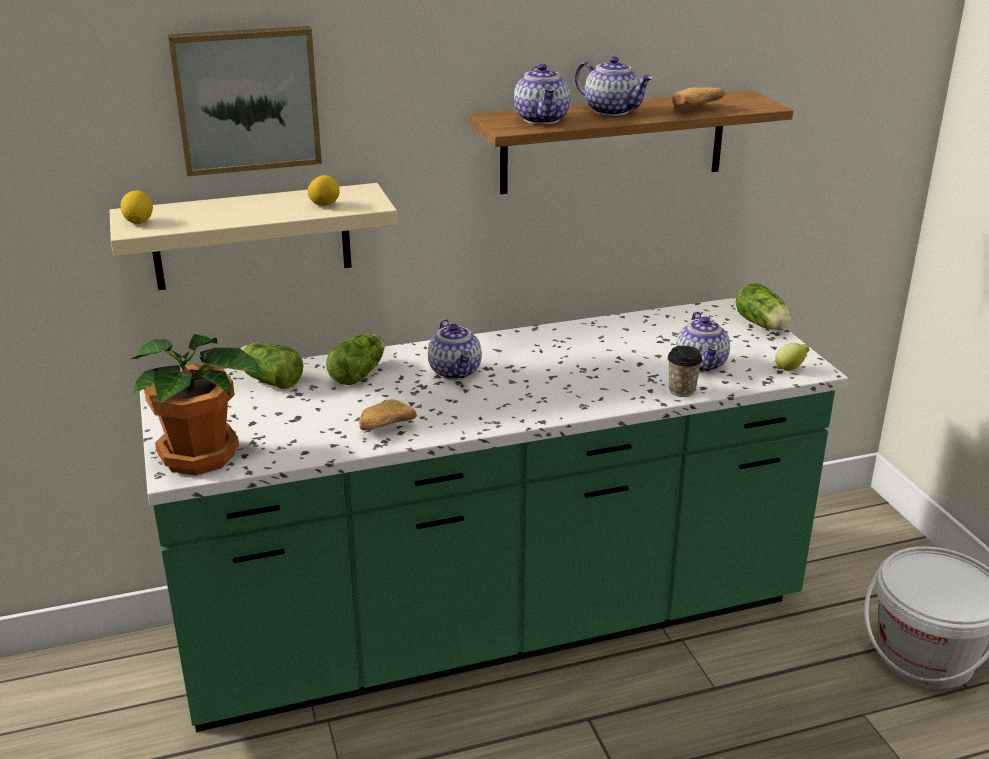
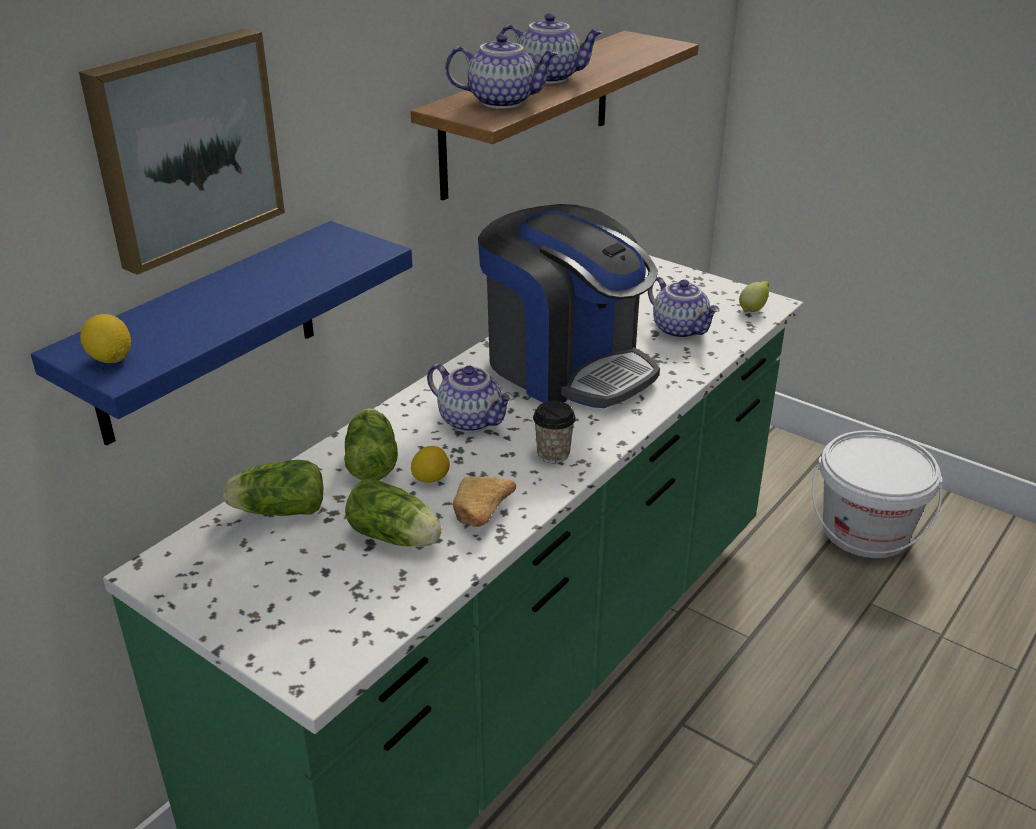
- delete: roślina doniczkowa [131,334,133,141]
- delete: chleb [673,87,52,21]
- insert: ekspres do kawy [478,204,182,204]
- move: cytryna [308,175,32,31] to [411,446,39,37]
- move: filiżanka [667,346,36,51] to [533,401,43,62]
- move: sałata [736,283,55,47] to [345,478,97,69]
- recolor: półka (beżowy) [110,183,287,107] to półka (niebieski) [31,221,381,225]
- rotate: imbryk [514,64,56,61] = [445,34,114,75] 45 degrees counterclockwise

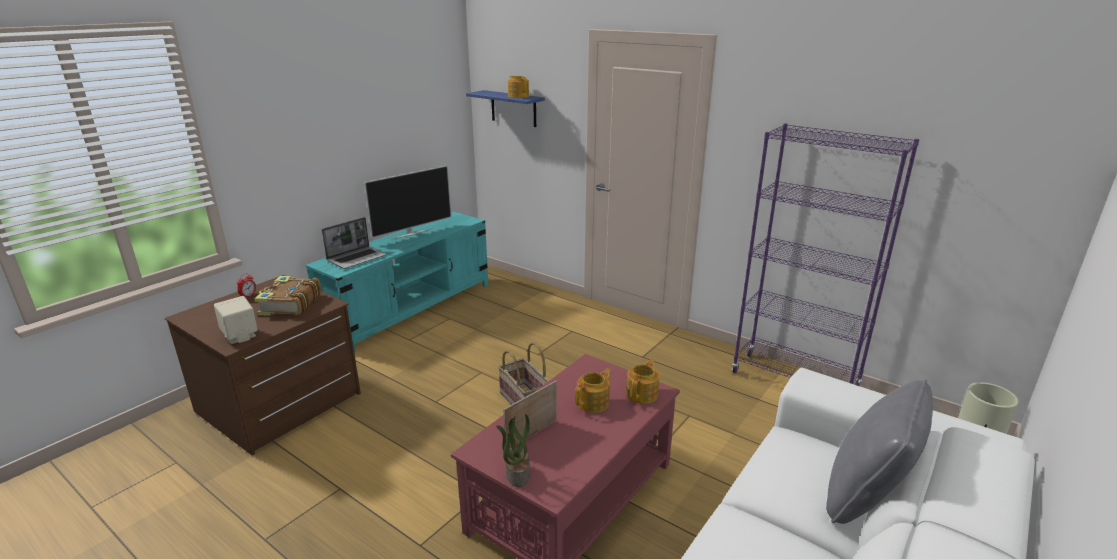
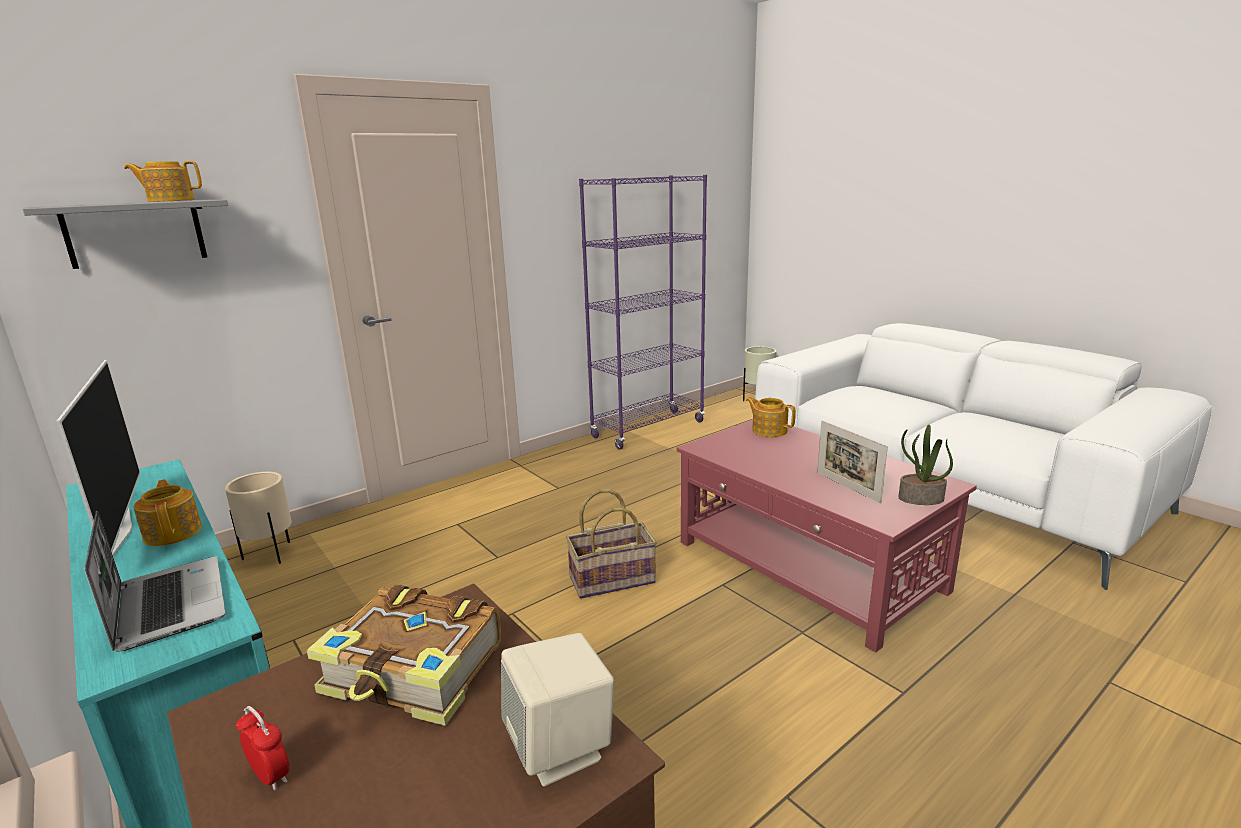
- delete: poduszka (szary) [826,379,107,145]
- insert: donica (beżowy) [225,472,67,92]
- move: imbryk [575,368,37,45] to [133,479,69,67]
- recolor: półka (niebieski) [466,90,79,37] to półka (szary) [22,199,206,70]

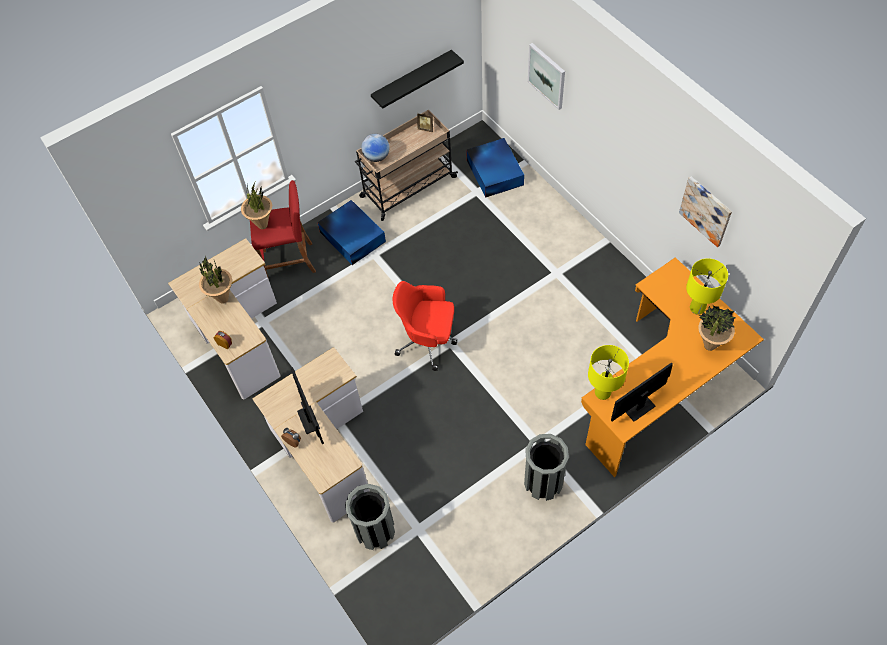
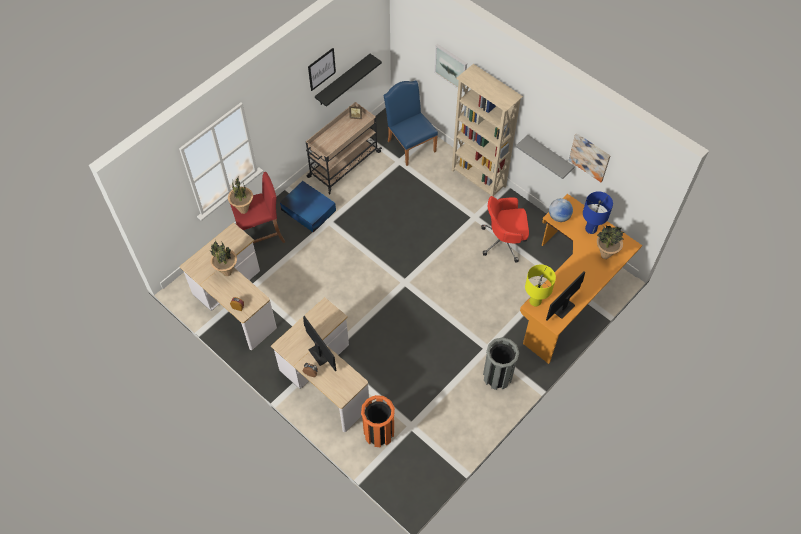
- insert: obraz [308,48,28,43]
- insert: regał (beżowy) [452,64,71,133]
- insert: półka (szary) [516,135,59,44]
- move: globus [361,133,29,29] to [549,198,24,24]
- move: krzesło biurowe (czerwony) [393,281,64,90] to [481,196,48,66]
- replace: pojemnik do przechowywania (niebieski) [466,138,58,60] to krzesło (niebieski) [383,81,55,85]
- recolor: kosz na śmieci (szary) [345,484,50,66] to kosz na śmieci (pomarańczowy) [361,395,34,52]
- recolor: lampa stołowa (żółty) [686,258,42,57] to lampa stołowa (niebieski) [583,191,30,43]

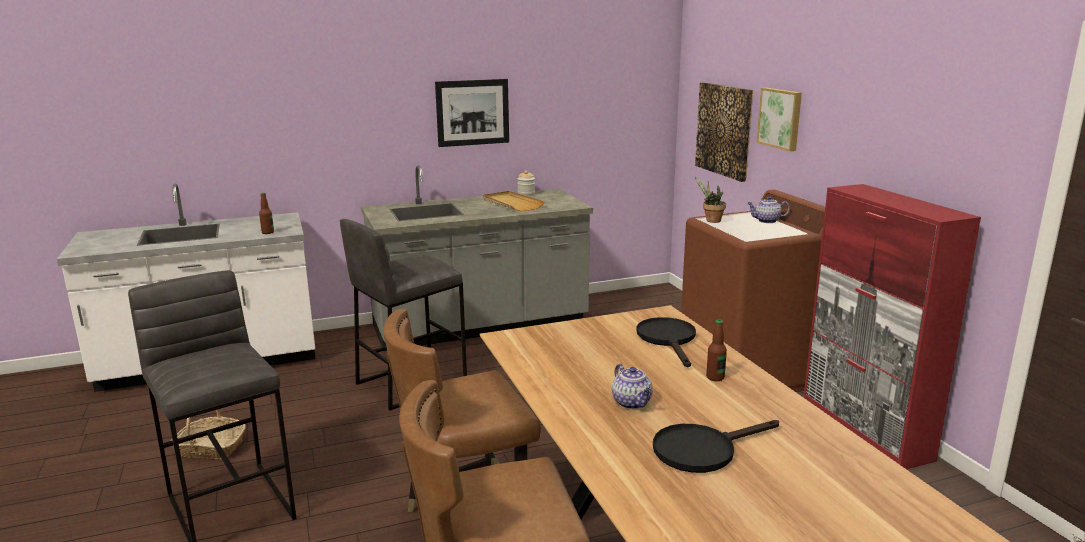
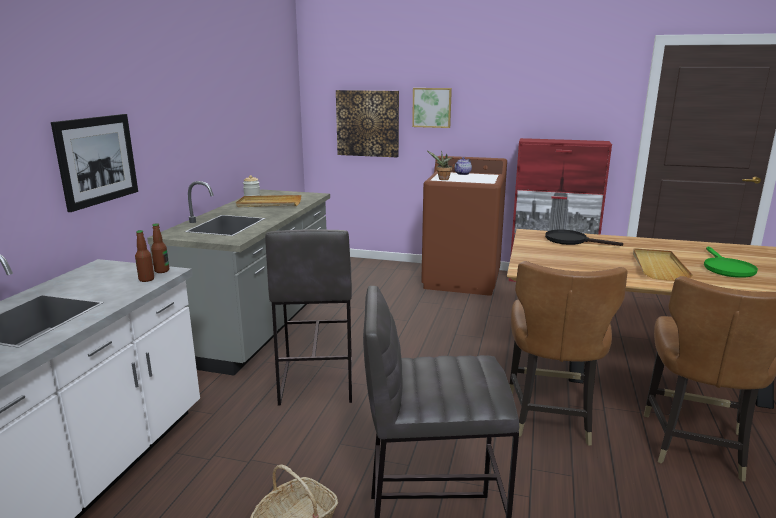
- move: obraz [435,79,74,68] to [51,114,87,98]
- move: butelka [706,319,21,62] to [151,223,18,50]
- replace: imbryk [612,364,41,45] to taca (beżowy) [633,248,60,33]
- recolor: patelnia (czarny) [653,420,126,53] to patelnia (zielony) [704,246,54,32]

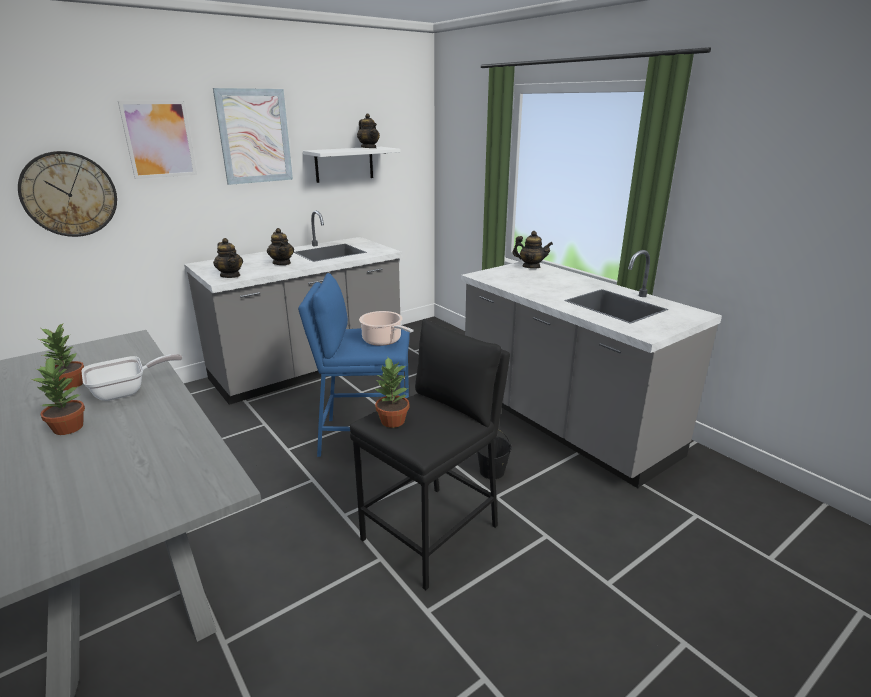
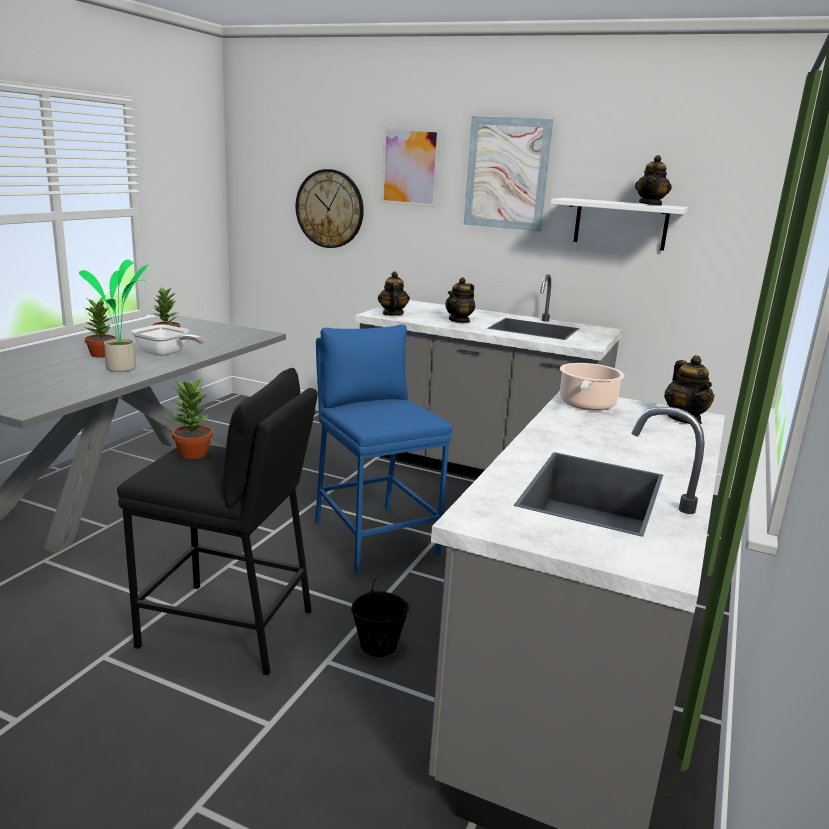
- insert: roślina doniczkowa [79,260,70,112]
- move: garnek [359,311,54,35] to [560,363,65,47]
- rotate: imbryk [213,238,30,40] = [378,271,32,45] 150 degrees clockwise

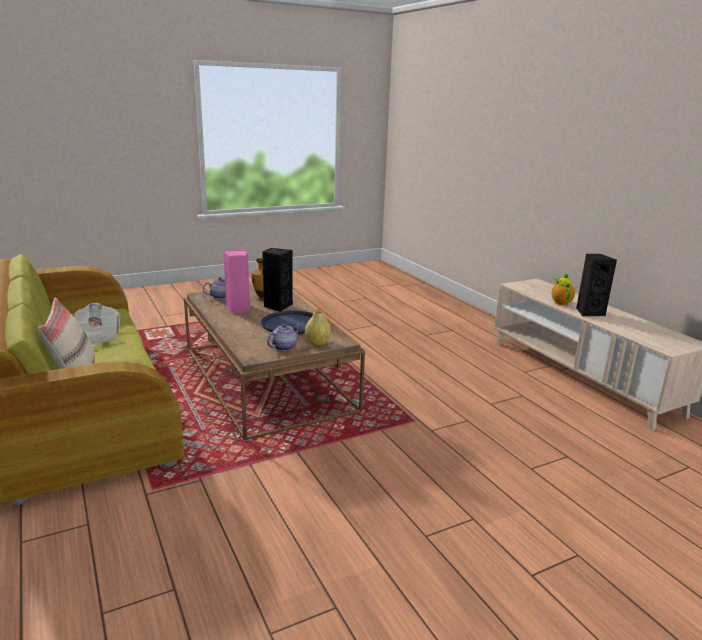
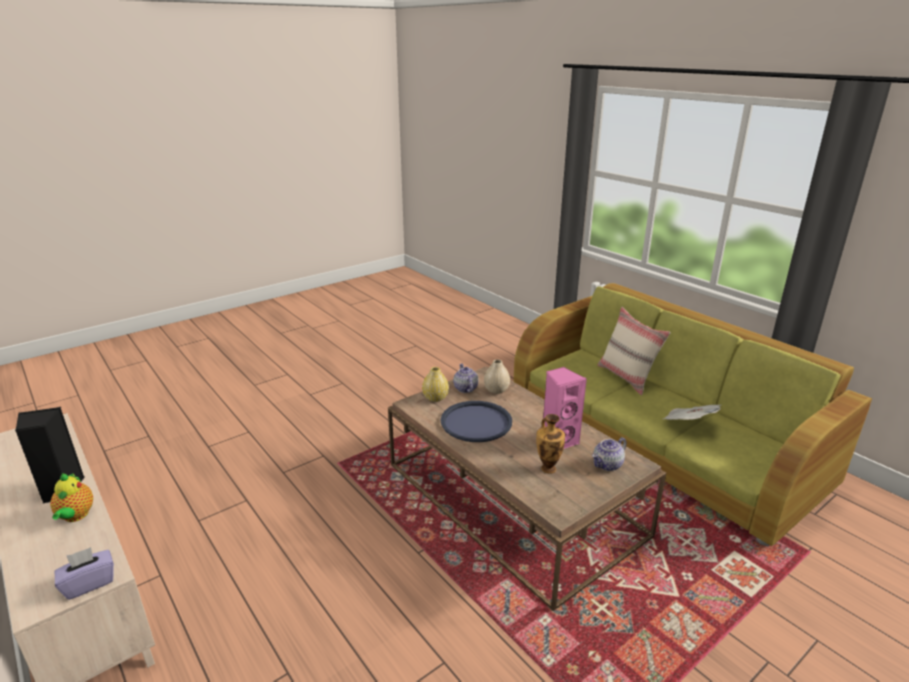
- delete: głośnik (czarny) [262,248,31,64]
- insert: pudełko chusteczek (fioletowy) [55,547,59,53]
- insert: wazon (beżowy) [484,359,26,35]
- rotate: imbryk [267,324,33,27] = [453,364,25,29] 135 degrees clockwise

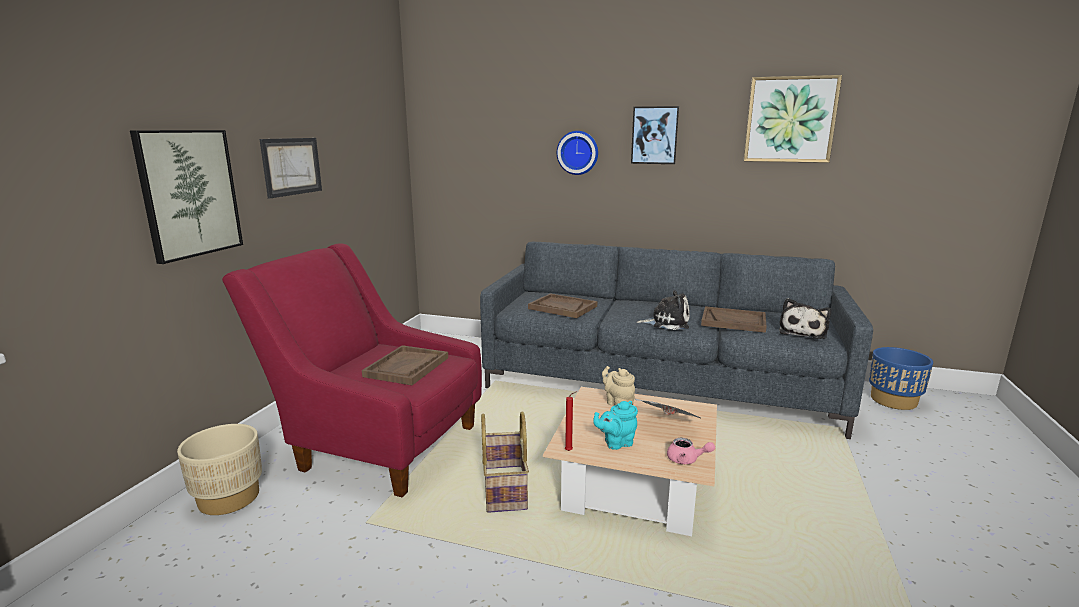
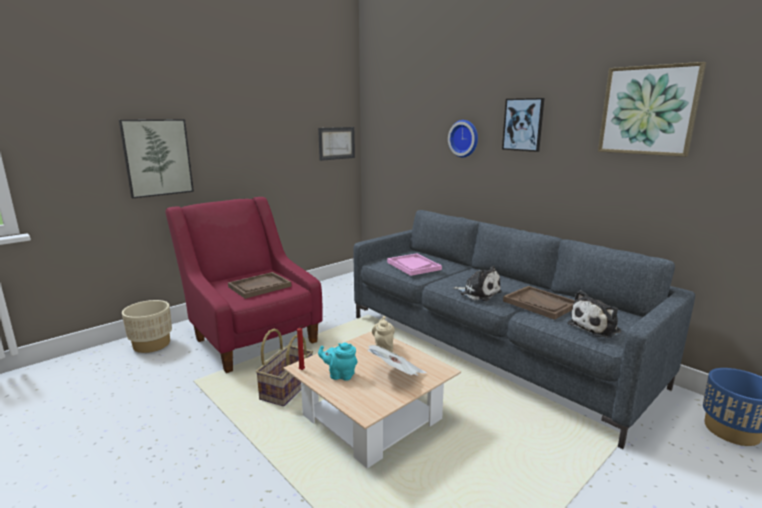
- delete: imbryk (różowy) [667,438,48,26]
- move: obraz [259,138,63,60] to [318,127,37,34]
- recolor: taca (brązowy) [528,293,69,25] to taca (różowy) [387,253,55,23]

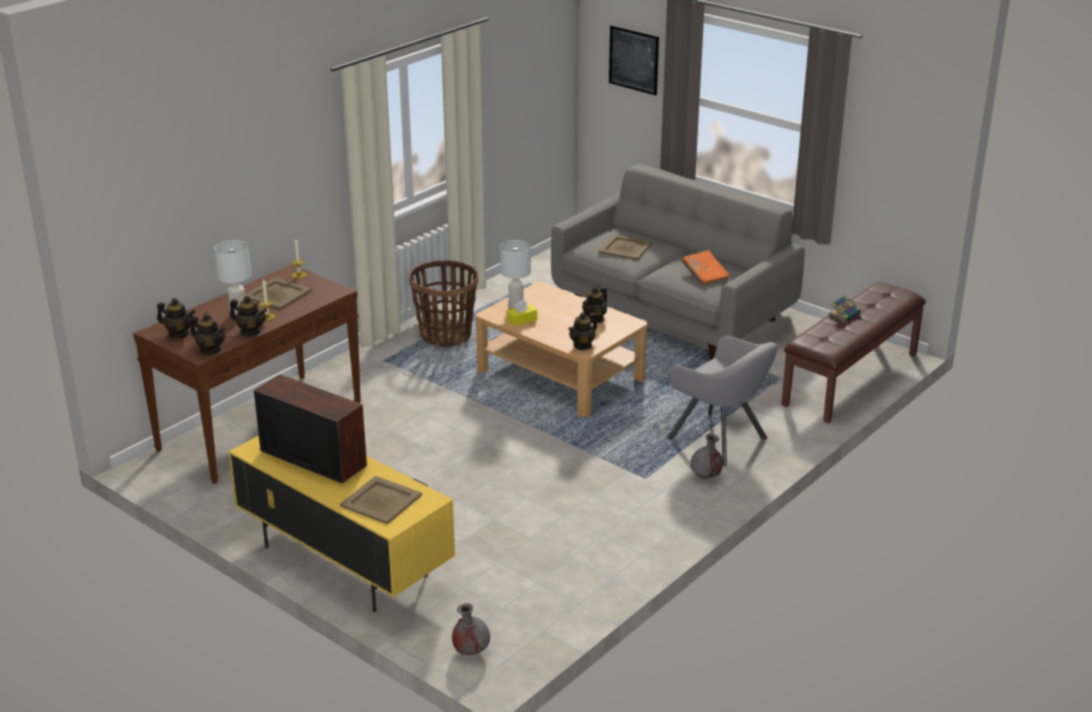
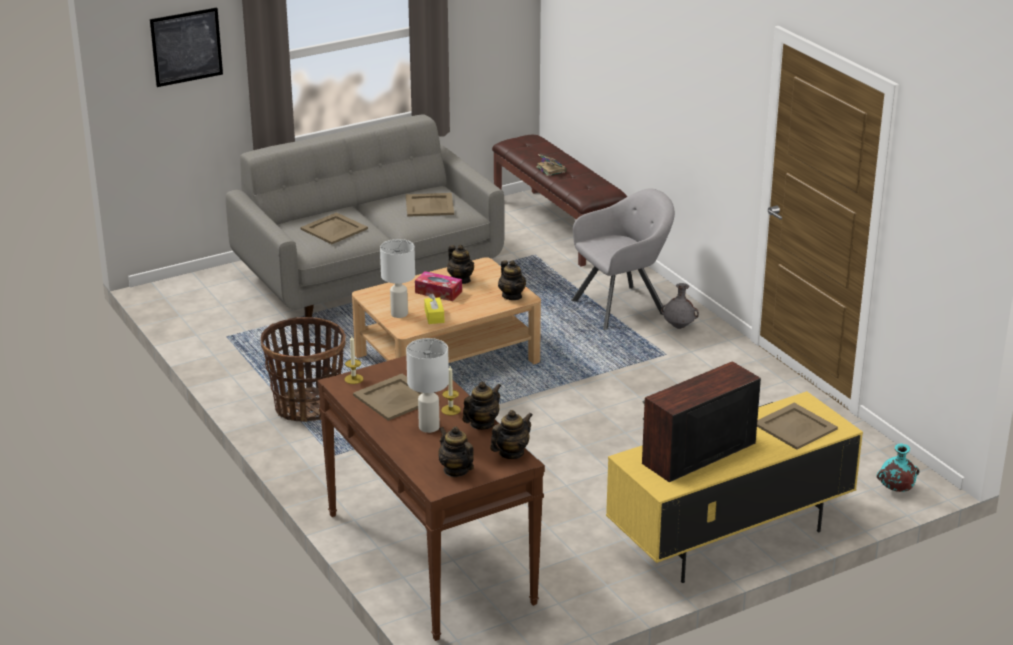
- insert: pudełko chusteczek [415,271,47,30]
- replace: książka (pomarańczowy) [682,250,48,36] to taca (beżowy) [406,193,48,24]
- recolor: wazon (szary) [452,603,38,52] to wazon (turkusowy) [877,443,43,49]
- rotate: imbryk [157,298,39,40] = [438,426,36,51] 75 degrees counterclockwise

